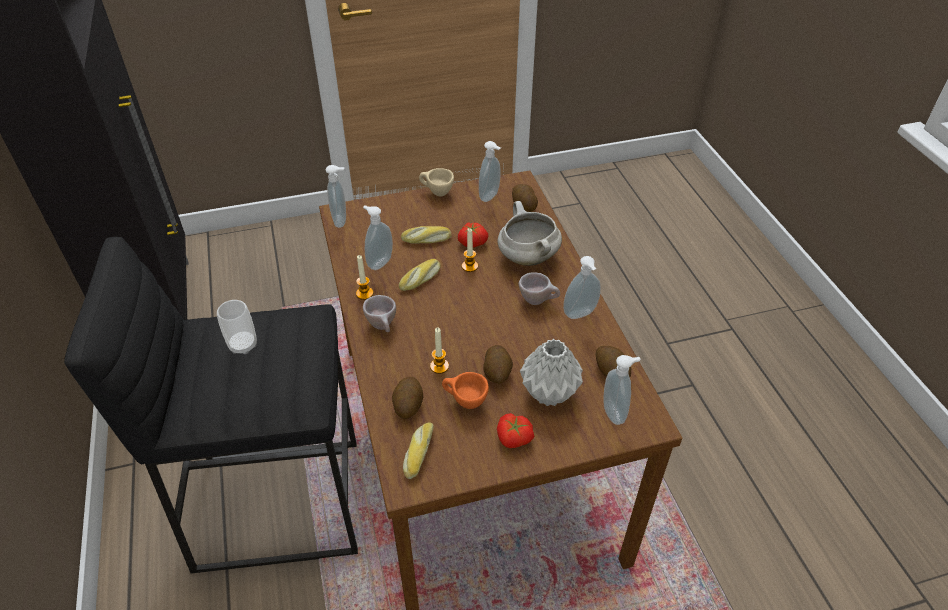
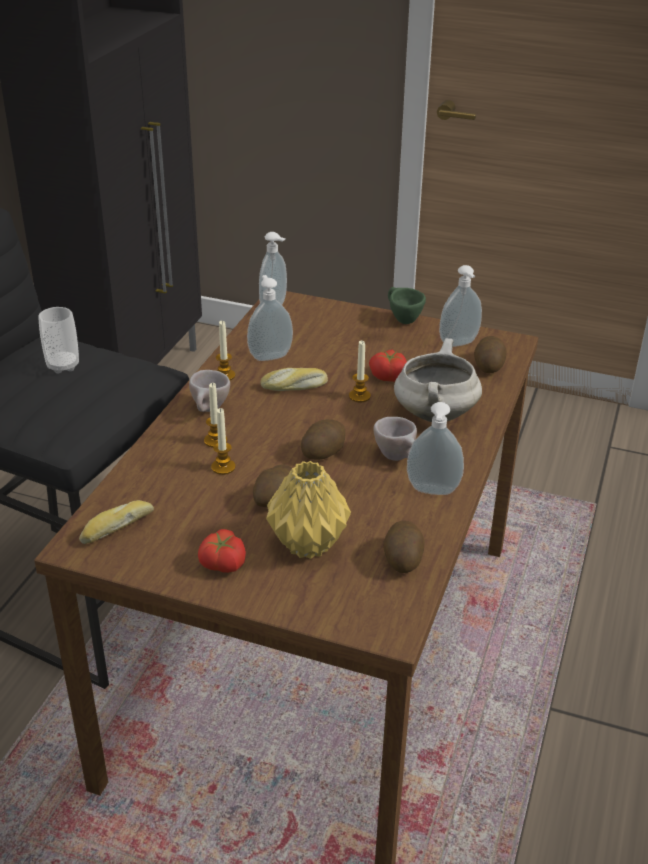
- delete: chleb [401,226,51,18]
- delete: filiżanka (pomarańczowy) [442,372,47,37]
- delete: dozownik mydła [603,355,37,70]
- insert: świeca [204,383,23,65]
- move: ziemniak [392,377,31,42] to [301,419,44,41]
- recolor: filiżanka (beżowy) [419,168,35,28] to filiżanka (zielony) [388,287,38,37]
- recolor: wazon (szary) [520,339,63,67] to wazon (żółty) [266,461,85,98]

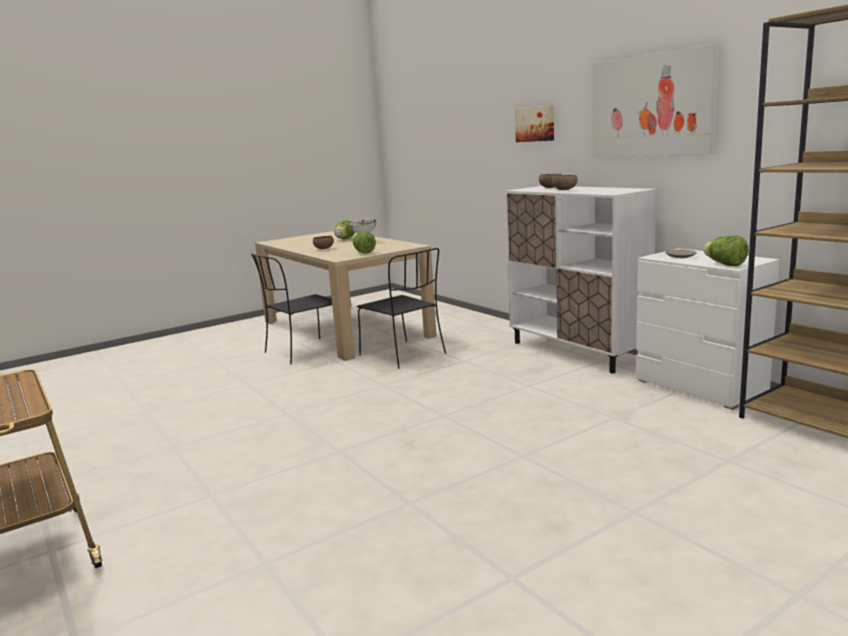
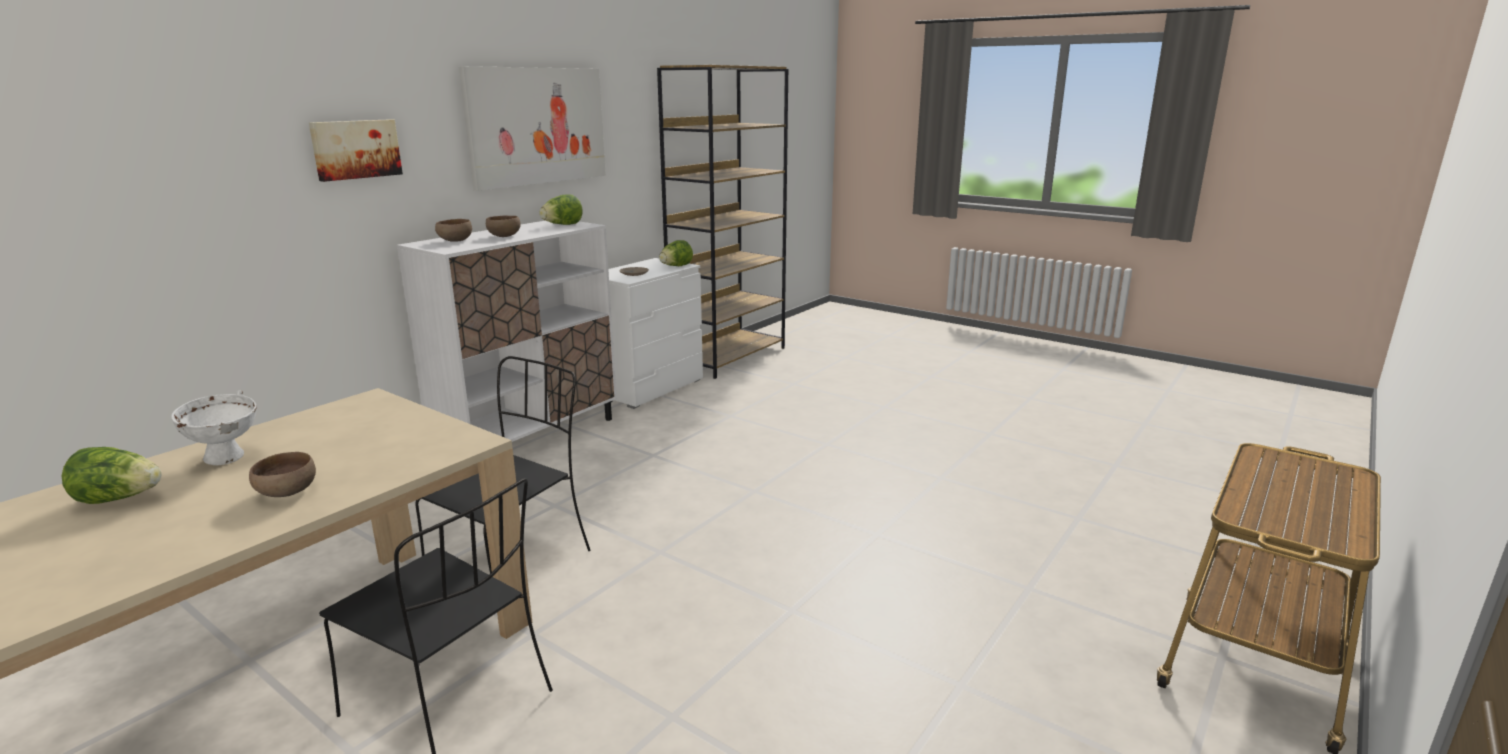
- move: sałata [353,232,23,21] to [539,194,44,31]

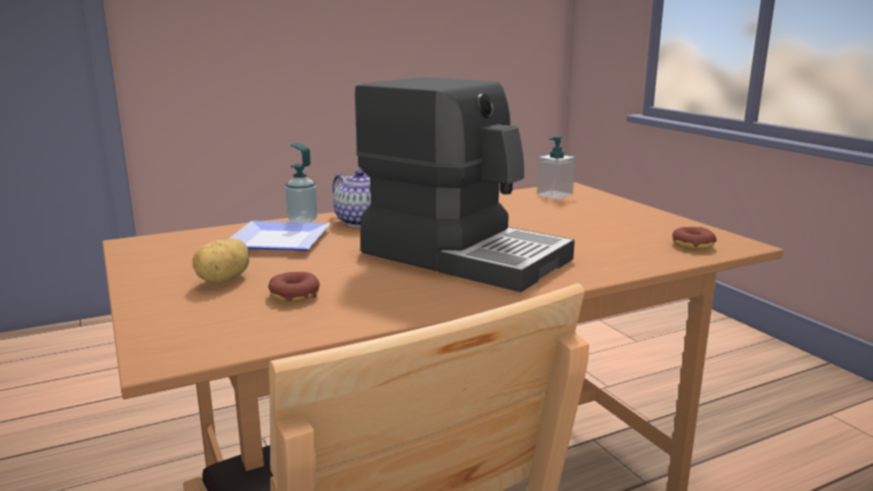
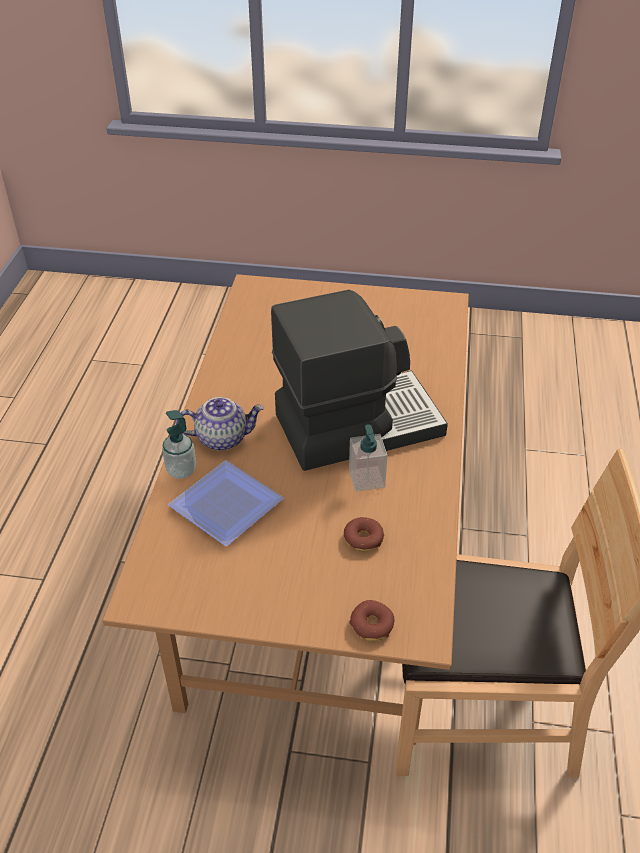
- delete: ziemniak [193,239,56,45]
- move: dozownik mydła [537,136,39,63] to [349,424,39,68]
- move: donut [672,227,45,22] to [349,600,45,41]

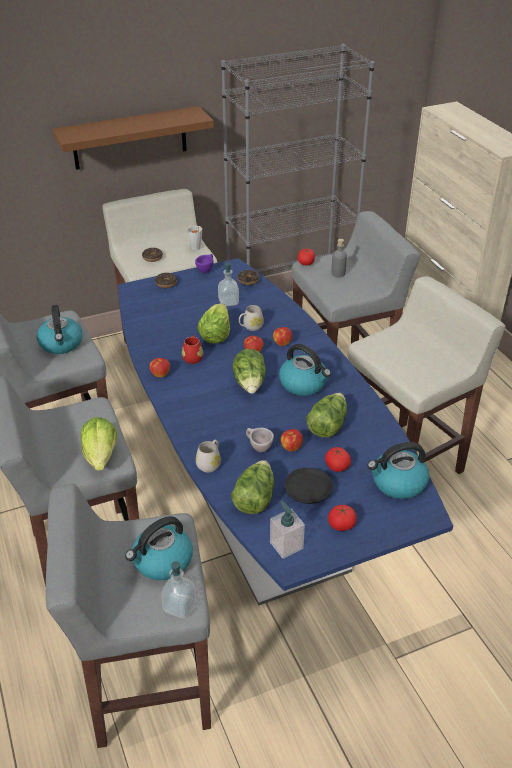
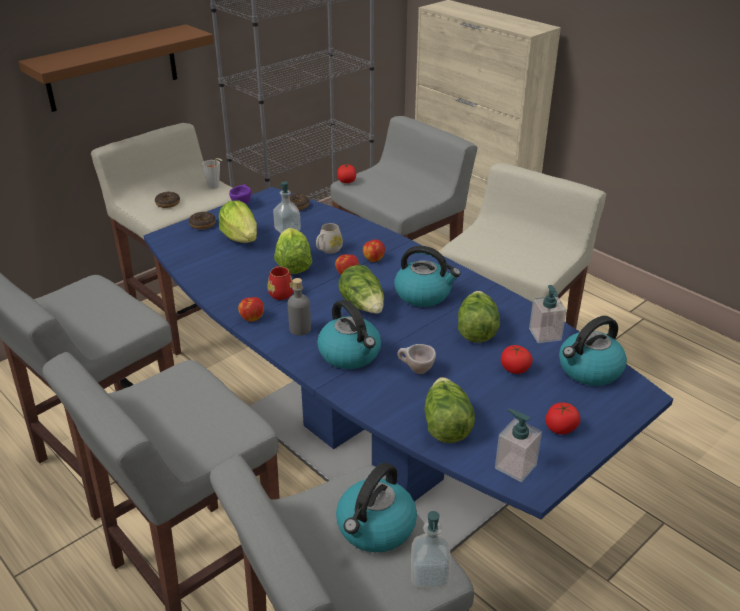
- delete: kubek (biały) [196,439,25,33]
- delete: jabłko [281,429,22,23]
- delete: talerz (czarny) [285,468,48,36]
- insert: dozownik mydła [529,285,38,58]
- move: czajnik [37,305,46,49] to [317,299,64,70]
- move: sałata [81,417,36,54] to [219,200,38,43]
- move: butelka (szary) [331,239,16,38] to [288,278,23,58]

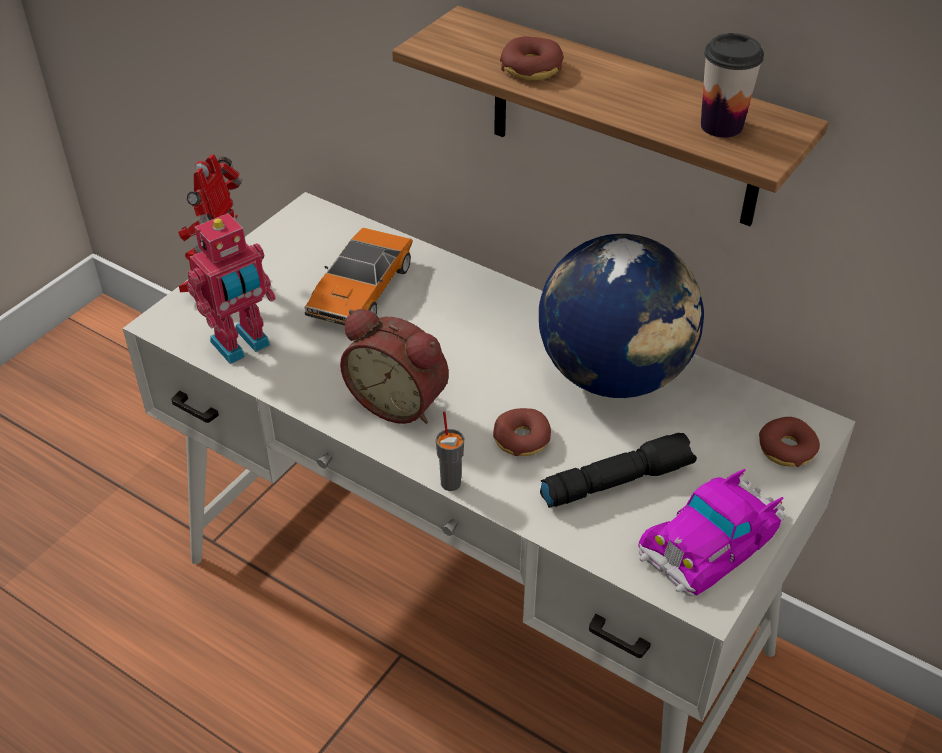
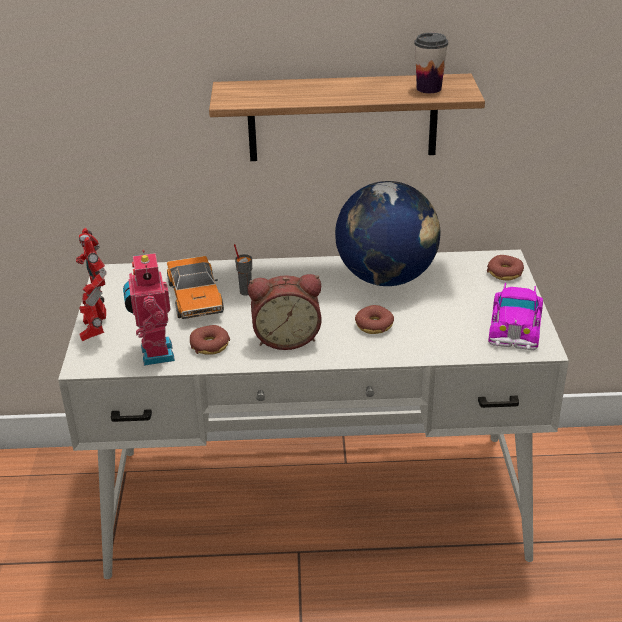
- delete: latarka (czarny) [540,433,157,75]
- move: filiżanka (szary) [436,411,28,80] to [234,244,18,52]
- move: donut [500,36,63,45] to [190,325,40,30]
- rotate: robot zabawkowy [187,213,89,151] = [123,250,52,116] 150 degrees clockwise

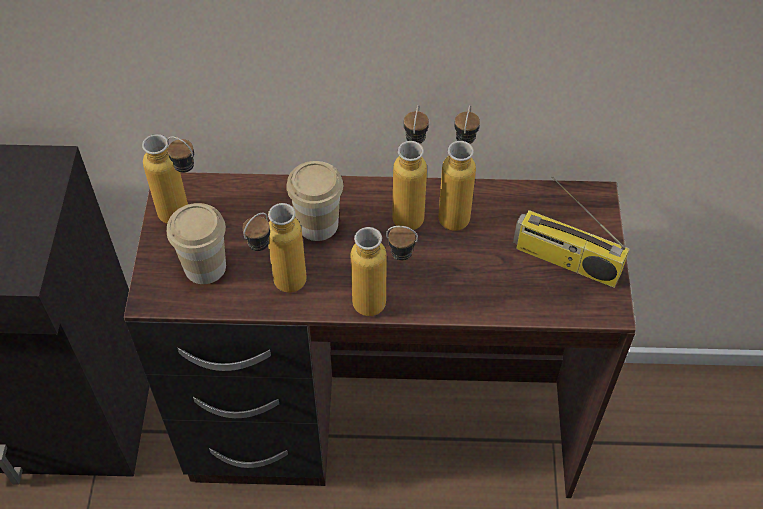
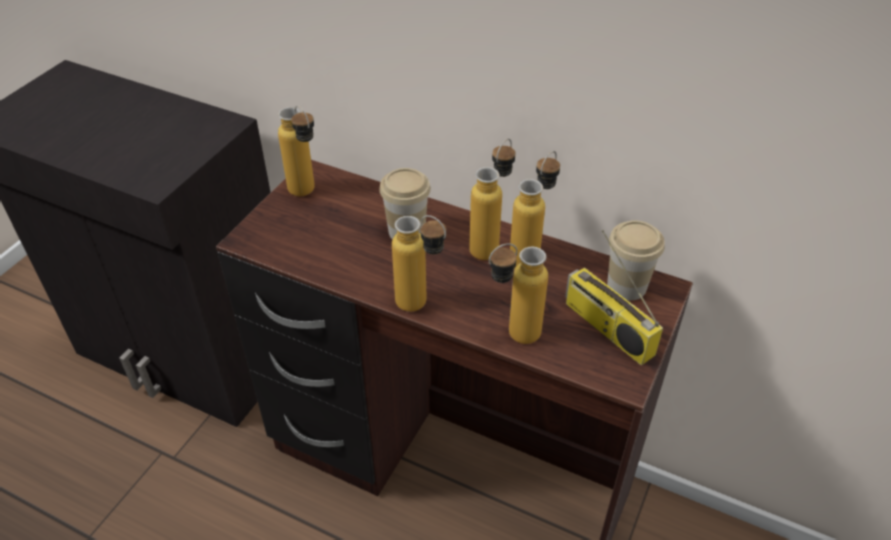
- move: filiżanka [167,203,59,81] to [607,220,58,81]
- move: butelka [243,203,63,90] to [489,243,59,101]

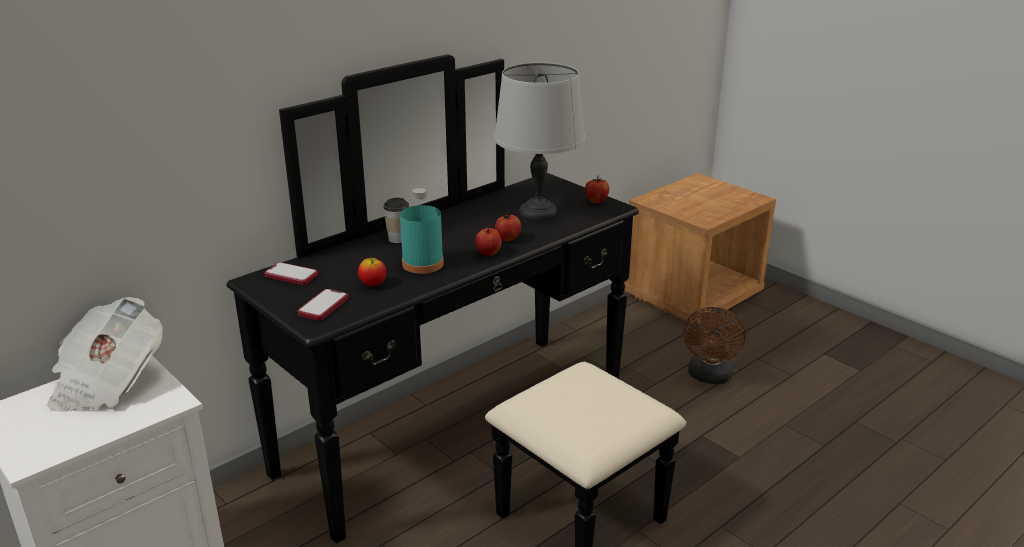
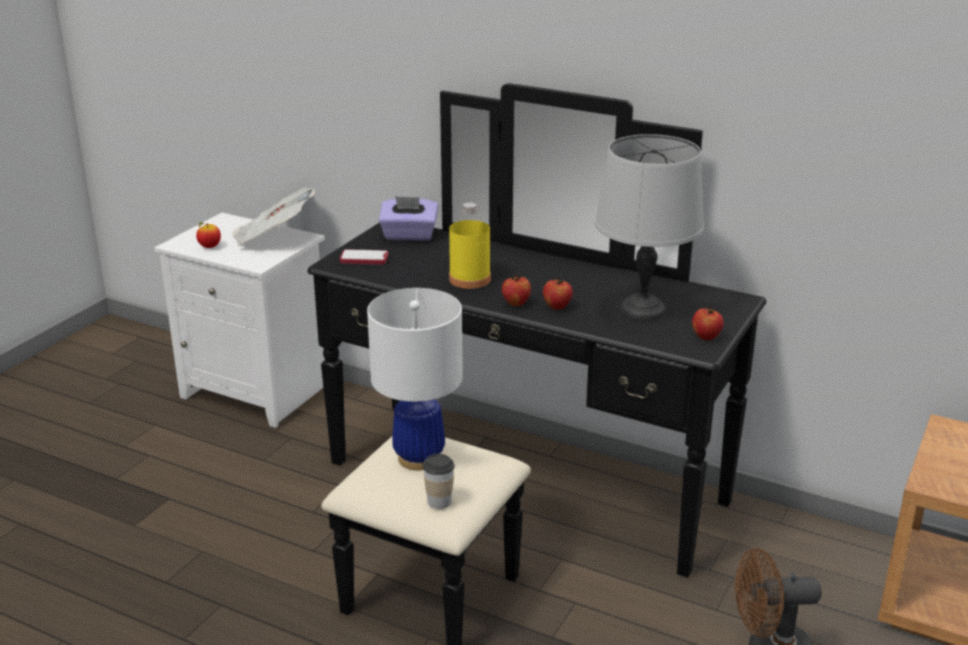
- insert: lampa stołowa (biały) [367,288,96,183]
- move: jabłko [358,257,28,29] to [196,222,25,26]
- move: filiżanka [383,198,26,45] to [423,454,32,55]
- replace: telefon [264,262,54,23] to pudełko chusteczek (fioletowy) [379,196,59,45]
- recolor: butelka (turkusowy) [400,188,44,86] to butelka (żółty) [449,203,42,86]

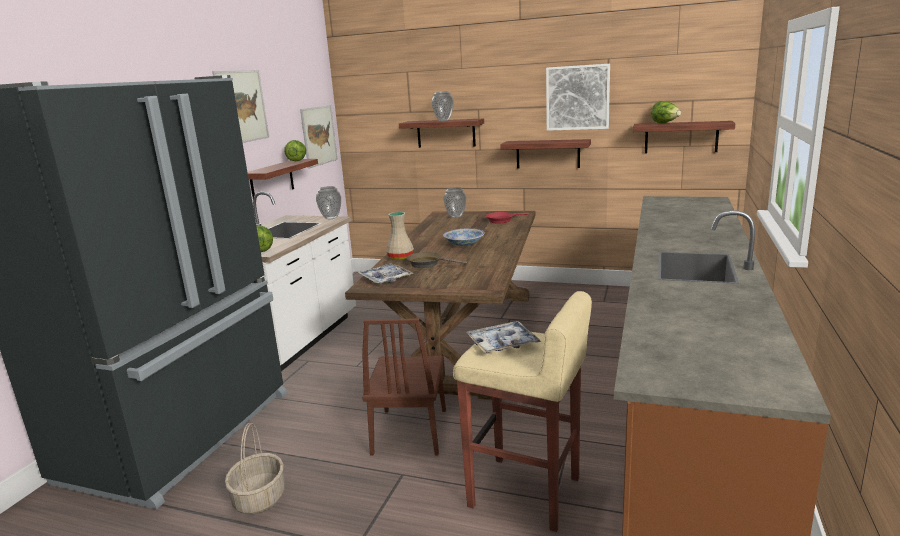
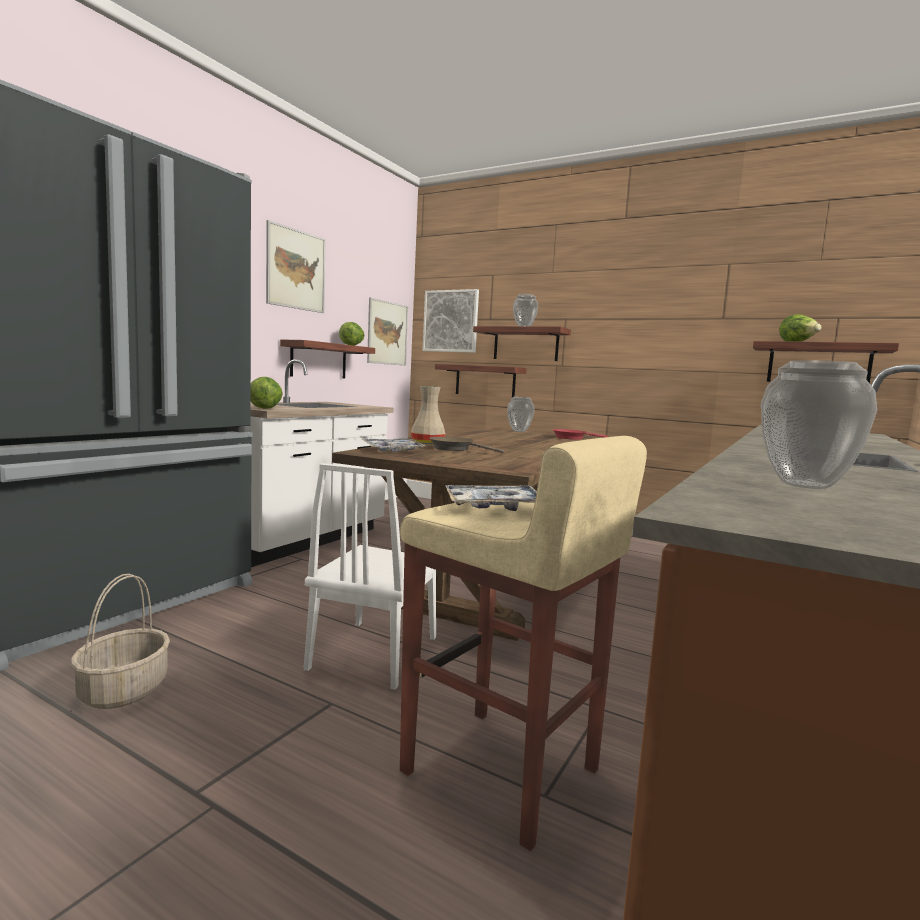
- delete: miska [443,229,42,17]
- move: wazon [316,186,25,33] to [761,360,116,129]
- move: półka [500,139,91,30] to [435,364,92,34]
- move: obraz [546,64,64,67] to [422,289,57,64]
- recolor: krzesło (brązowy) [362,318,84,137] to krzesło (biały) [304,463,132,227]

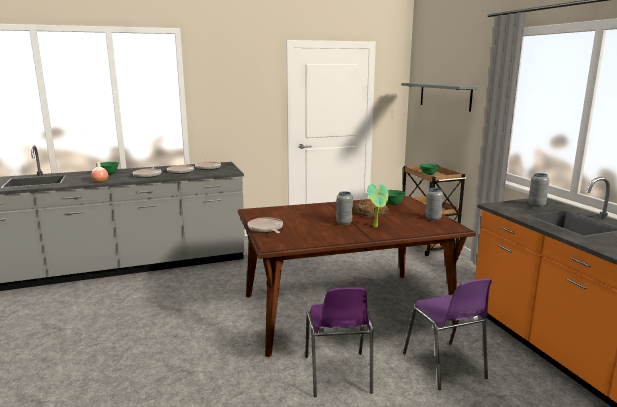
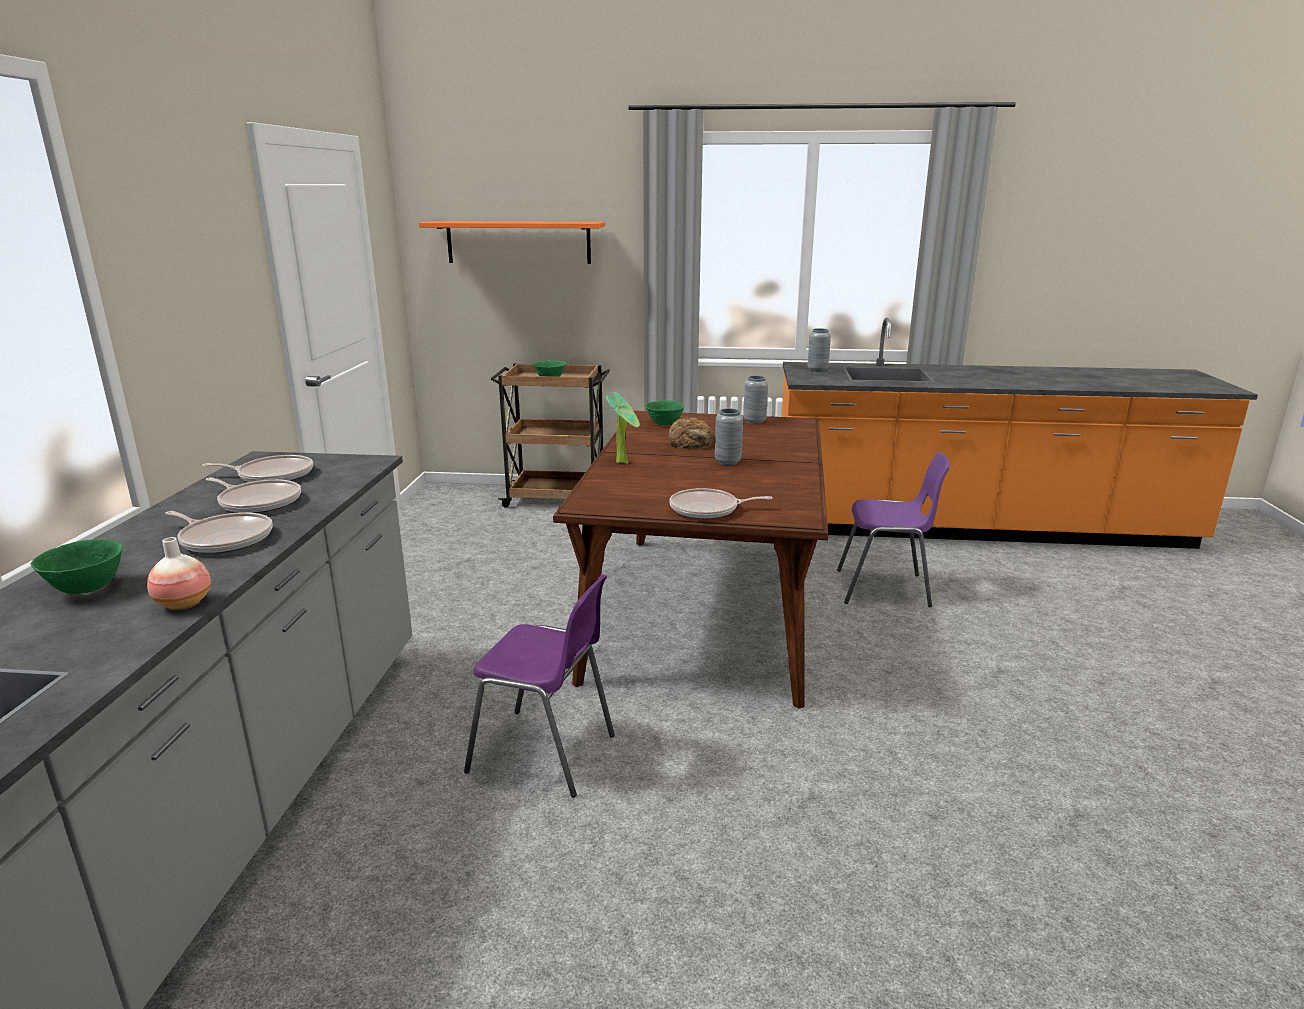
- move: krzesło (fioletowy) [305,287,68,110] to [464,574,151,224]
- move: roślina doniczkowa [367,184,22,44] to [606,392,34,72]
- recolor: półka (szary) [401,83,78,29] to półka (pomarańczowy) [419,221,186,43]

